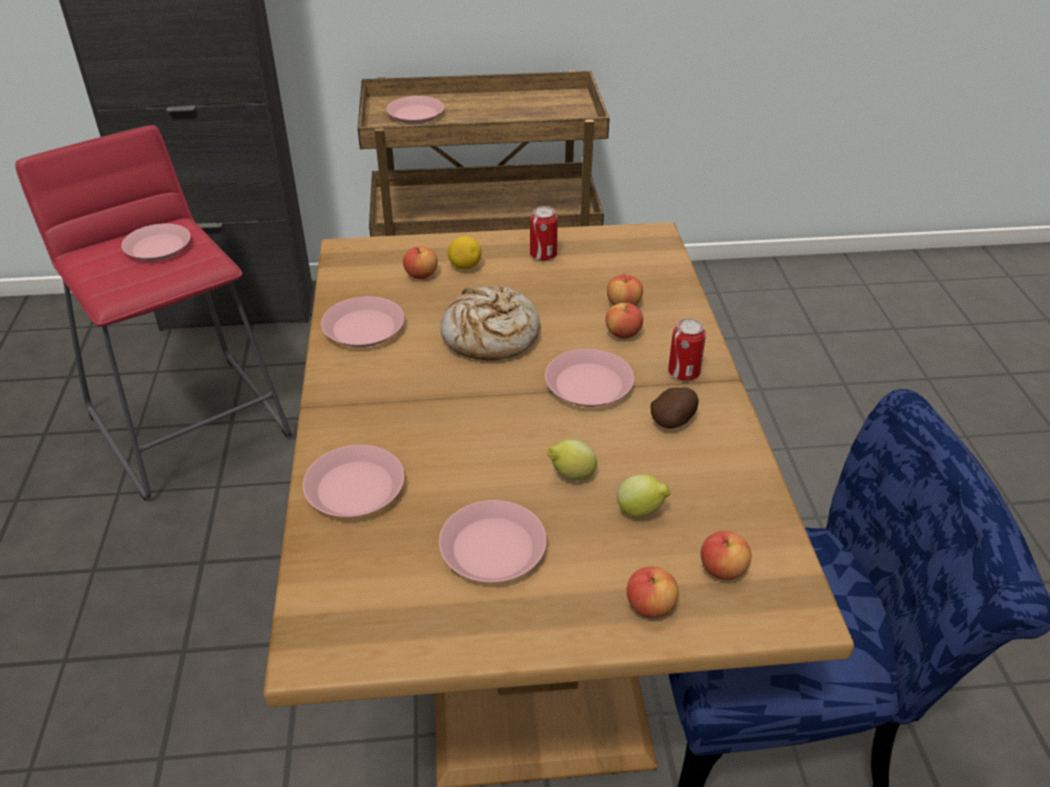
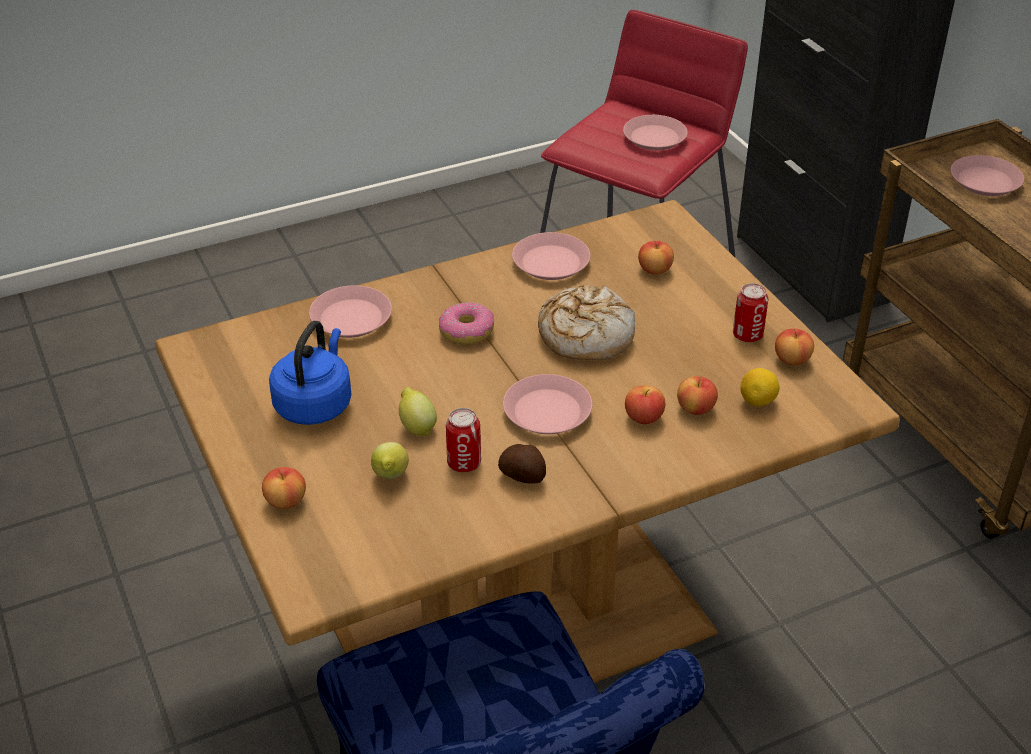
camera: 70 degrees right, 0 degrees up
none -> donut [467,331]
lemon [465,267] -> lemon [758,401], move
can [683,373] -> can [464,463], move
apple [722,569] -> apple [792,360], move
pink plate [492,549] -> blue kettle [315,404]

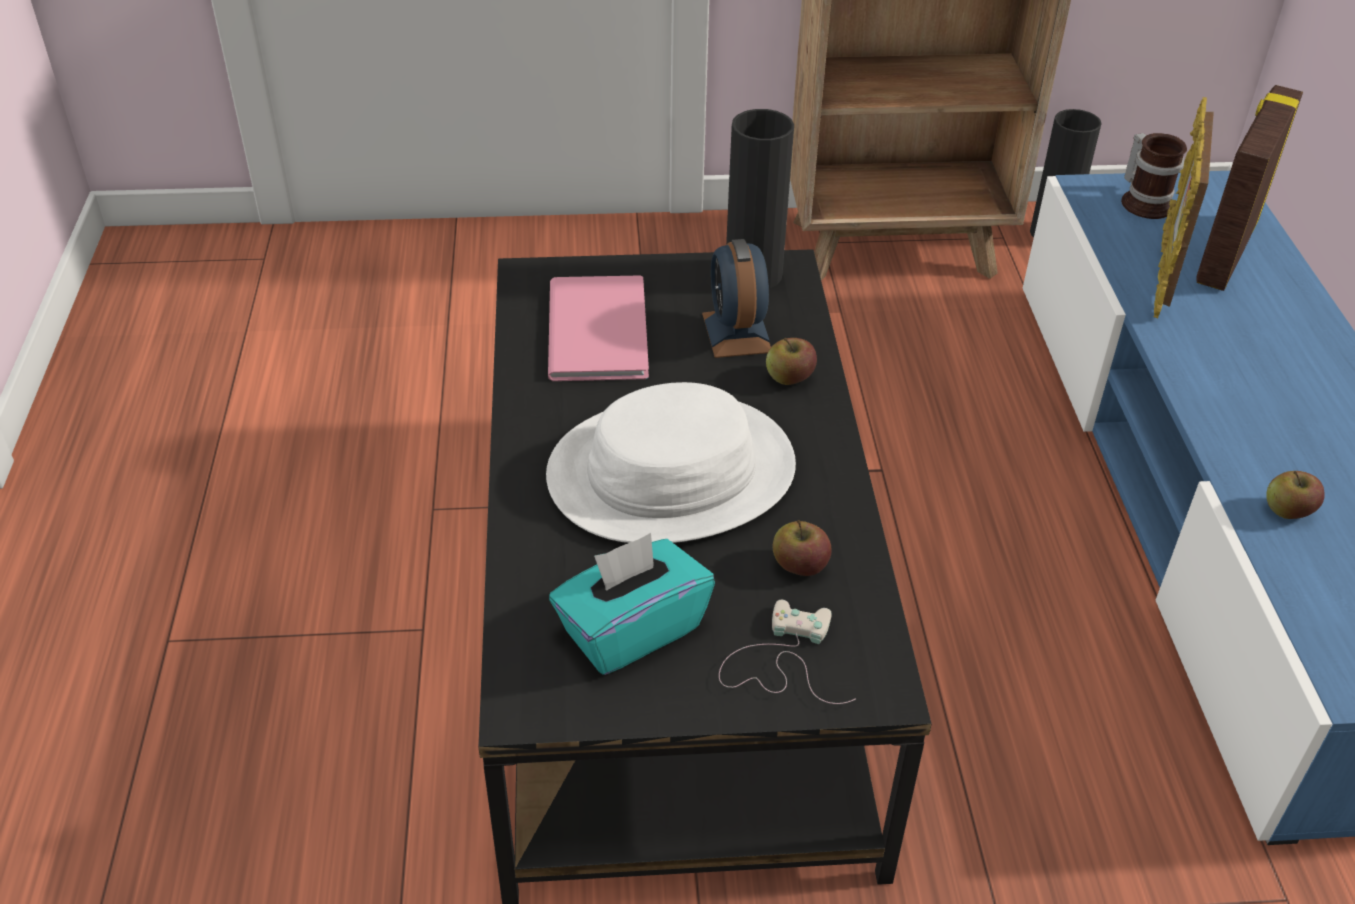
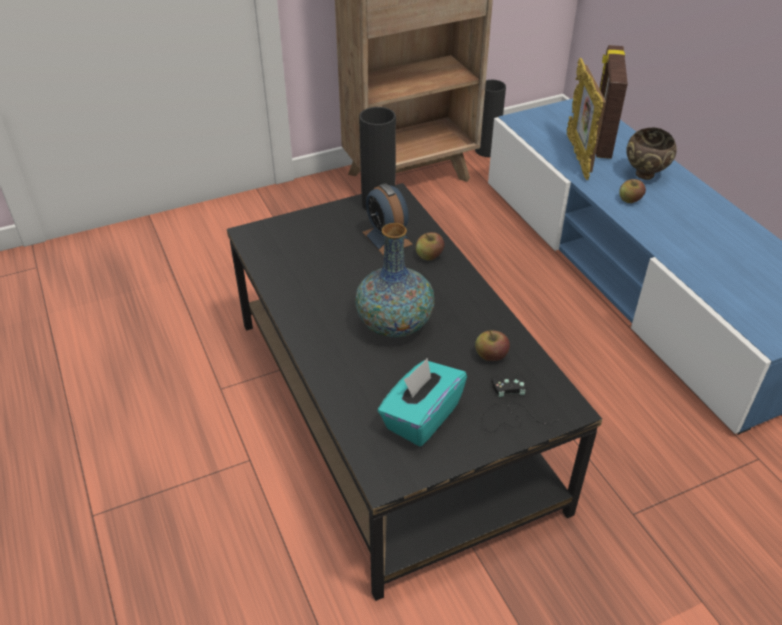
camera: 20 degrees left, 0 degrees up
pink book [602,328] -> none
mug [1146,201] -> none
none -> brown bowl [644,175]
apple [1288,511] -> apple [630,200], move
white hat [671,473] -> vase [395,325]
white game controller [781,660] -> black game controller [509,409]

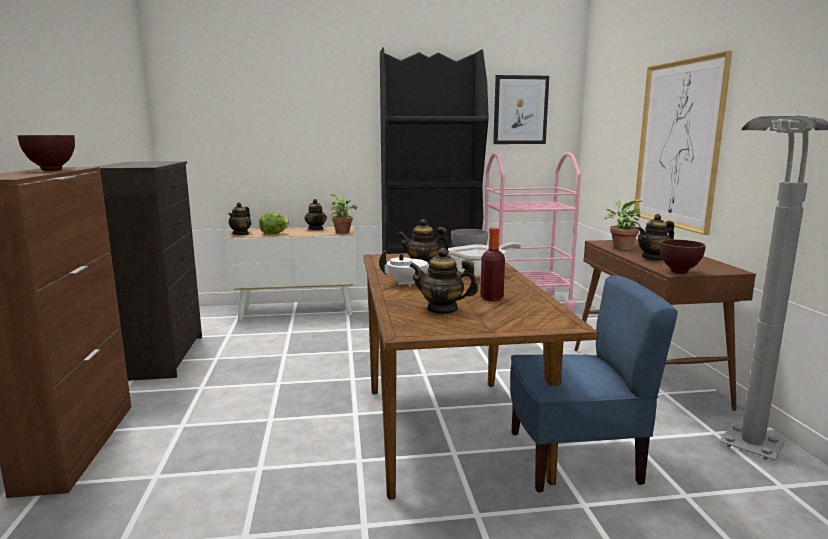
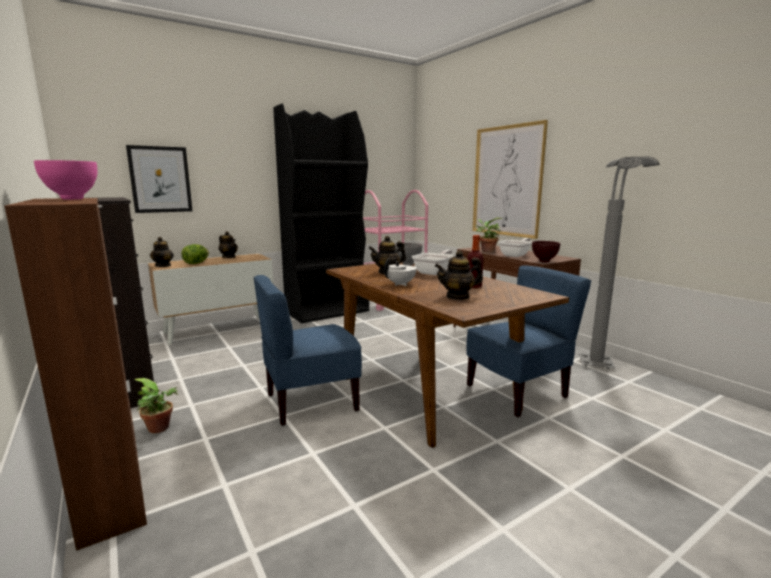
camera: 25 degrees left, 0 degrees up
none -> blue chair [311,402]
potted plant [344,232] -> potted plant [161,428], move
picture [520,110] -> picture [160,179], move
teapot [653,258] -> frying pan [516,255]
brown bowl [53,170] -> pink bowl [74,199]

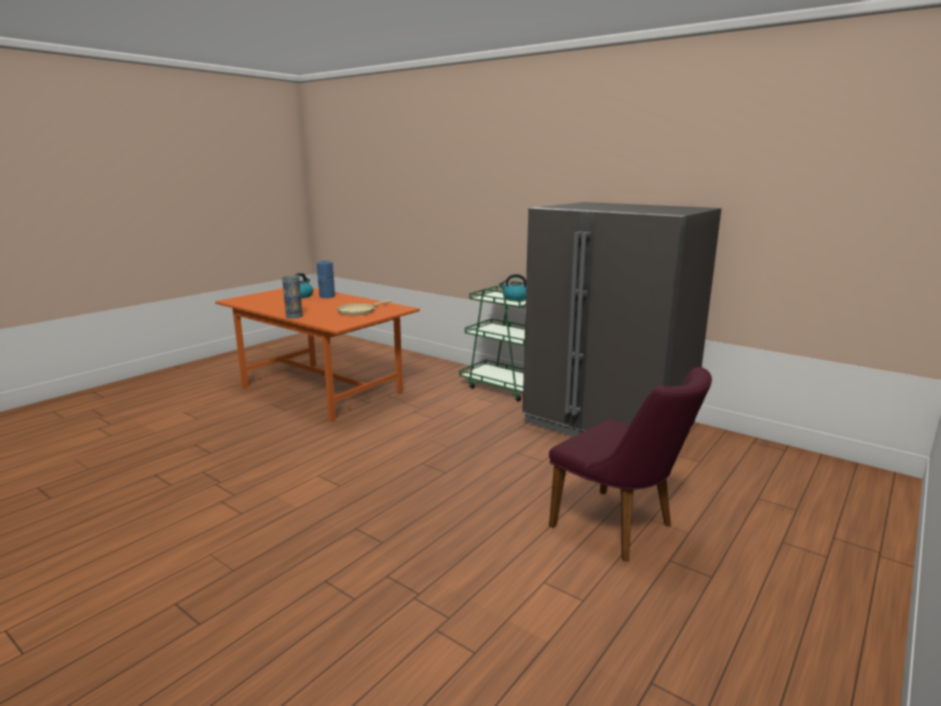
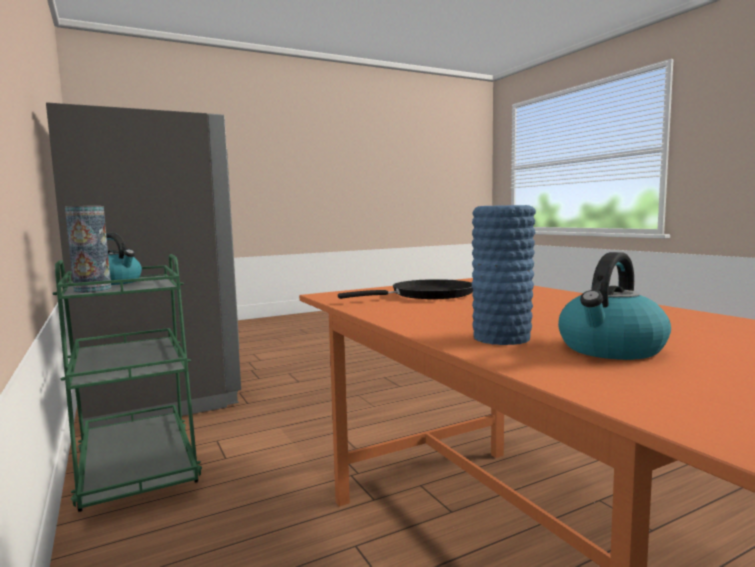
camera: 155 degrees left, 10 degrees down
purple chair [621,529] -> none
vase [294,316] -> vase [93,290], move
beige frying pan [358,311] -> black frying pan [427,295]

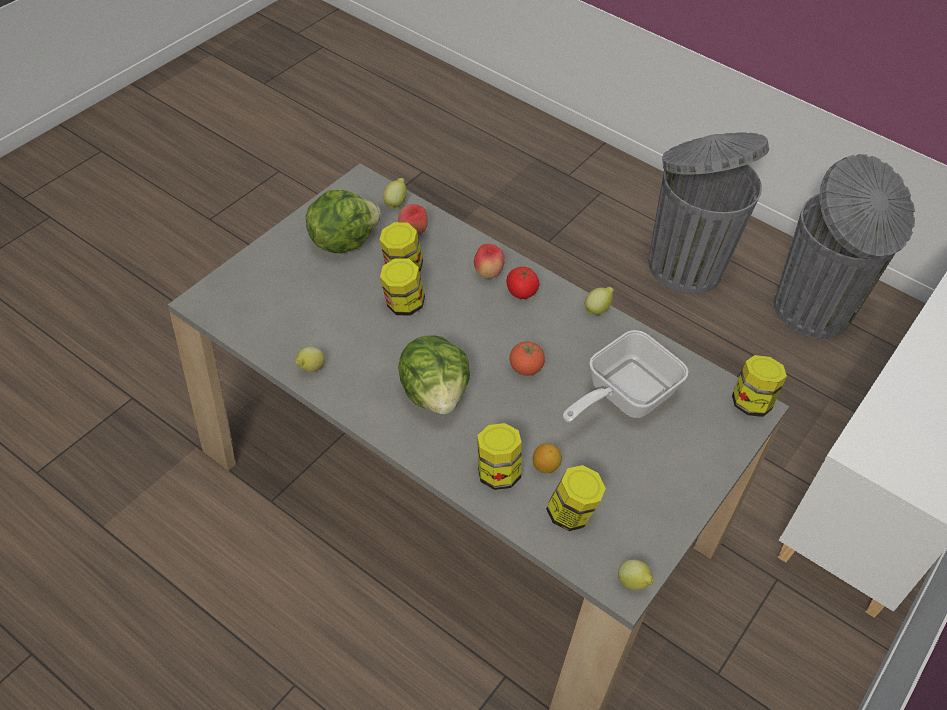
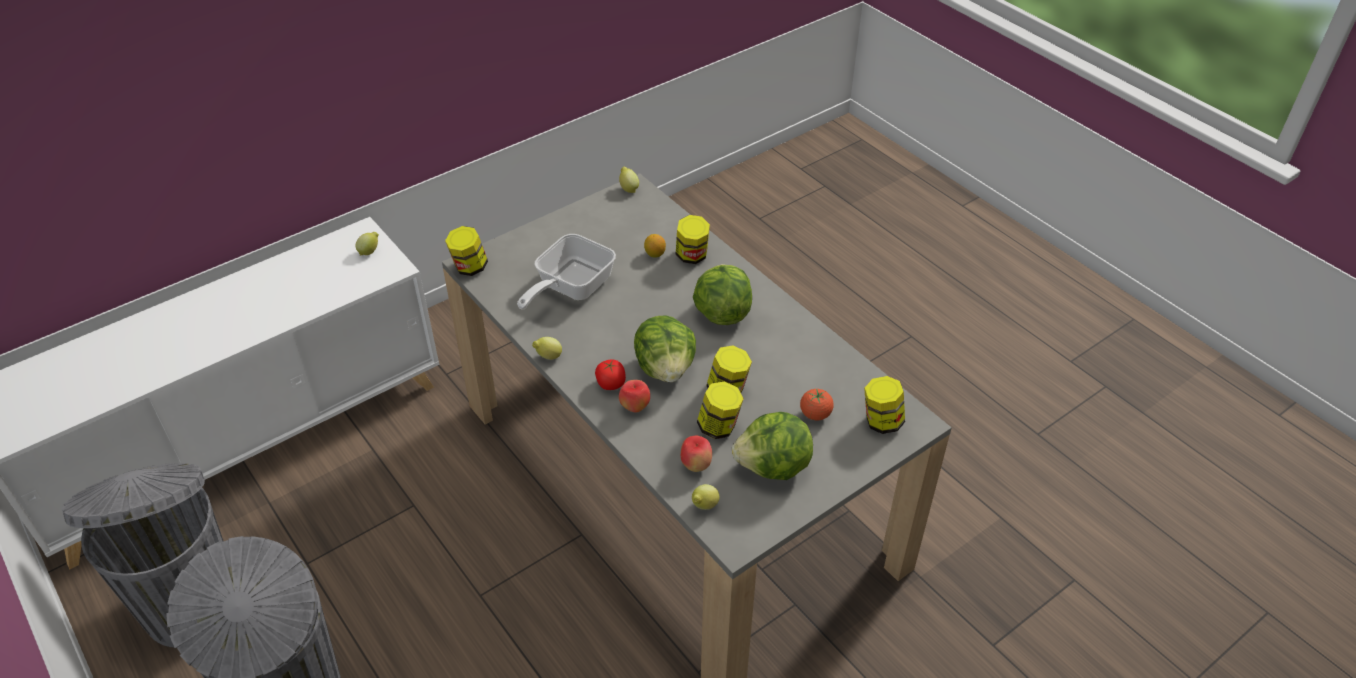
camera: 160 degrees left, 5 degrees down
none -> lettuce [665,368]
lemon [309,369] -> lemon [370,251], move
tomato [525,368] -> tomato [815,414], move
jar [571,514] -> jar [881,421], move
frying pan [622,396] -> frying pan [569,288], 150 degrees clockwise

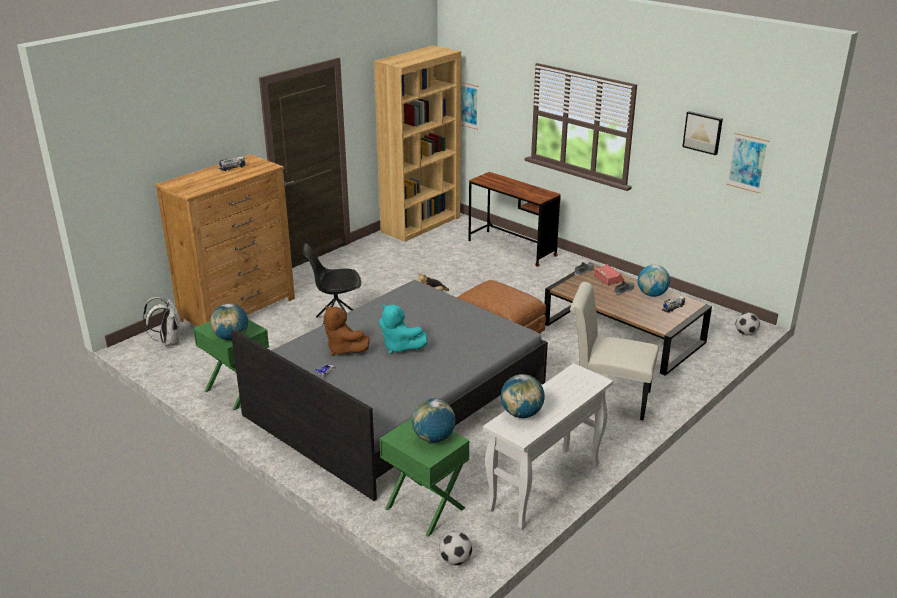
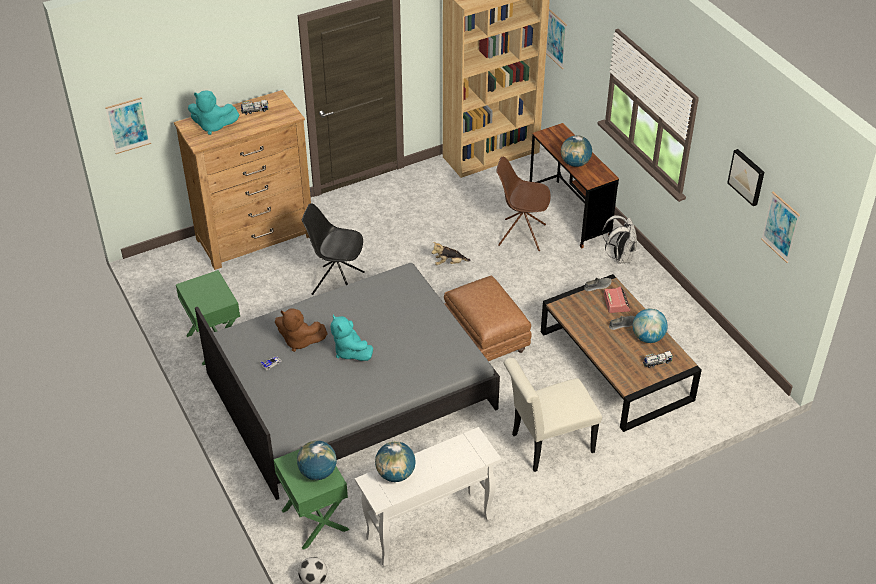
camera: 20 degrees right, 15 degrees up
football [745,333] -> none
none -> picture [128,125]
none -> turquoise plush toy [213,126]
none -> brown chair [521,234]
white backpack [168,342] -> white backpack [620,257], move
globe [231,337] -> globe [575,163], move
brown plush toy [344,349] -> brown plush toy [299,341], 45 degrees counterclockwise
white chair [607,398] -> white chair [547,445], 60 degrees counterclockwise

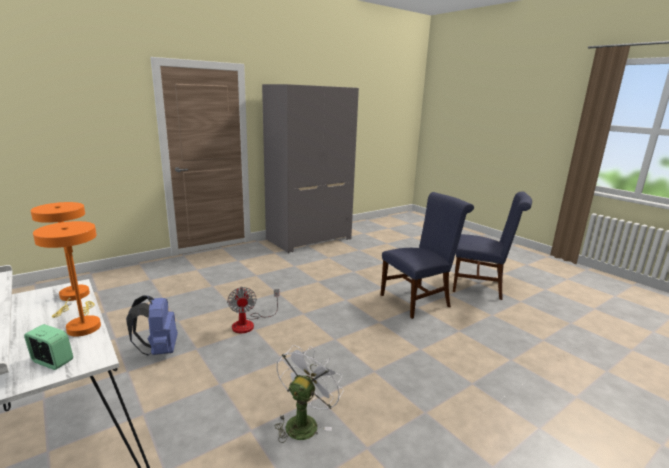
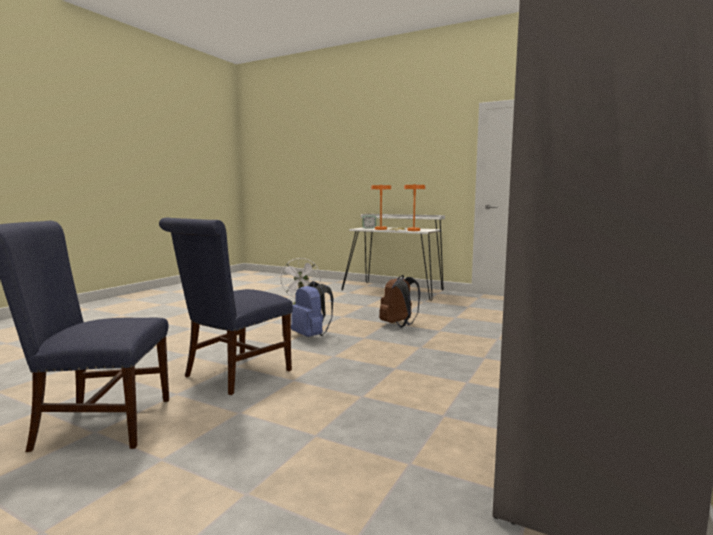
camera: 155 degrees right, 10 degrees down
blue backpack [159,350] -> blue backpack [311,336], move
fan [249,323] -> brown backpack [399,325]

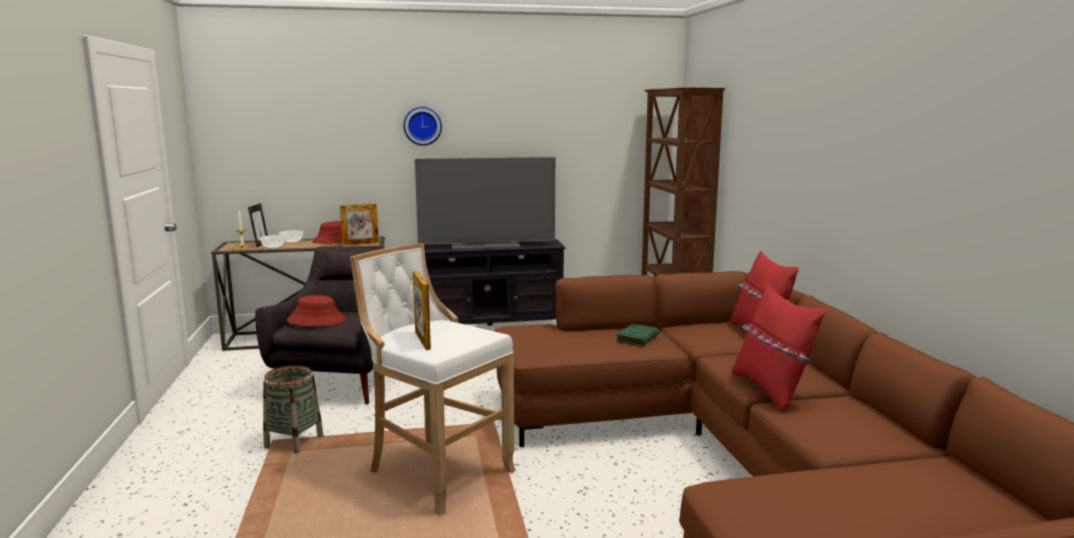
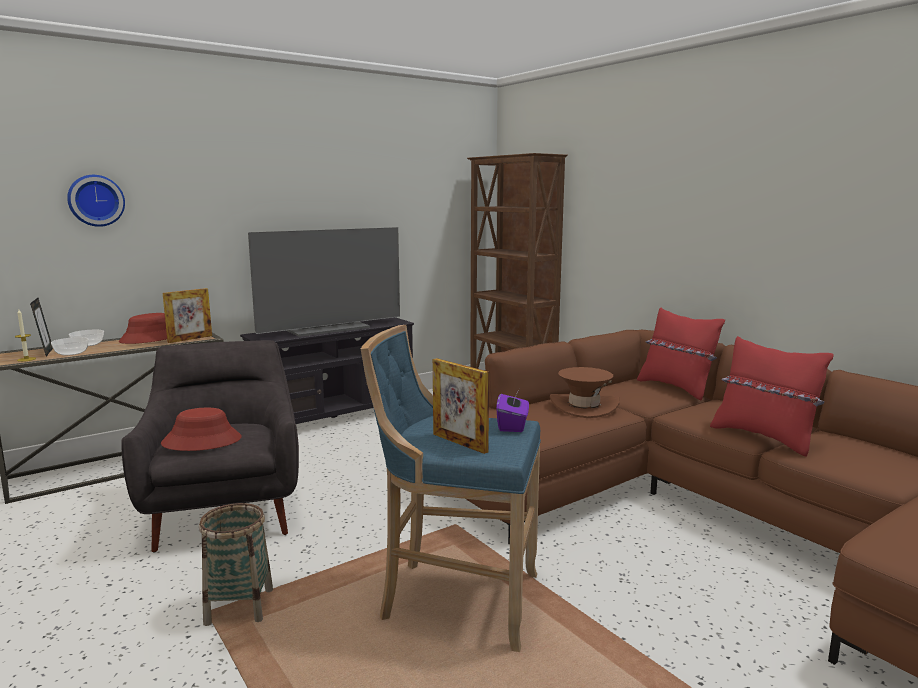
camera: 25 degrees left, 0 degrees up
none -> purple tissue box [512,425]
wall clock [422,126] -> wall clock [96,200], move
green book [637,338] -> brown hat [584,406]
white stool [435,472] -> blue stool [455,599]

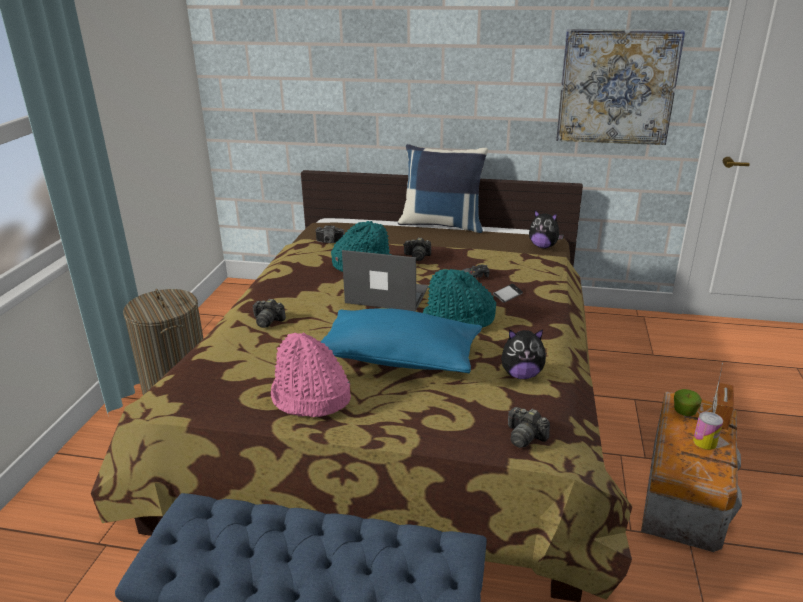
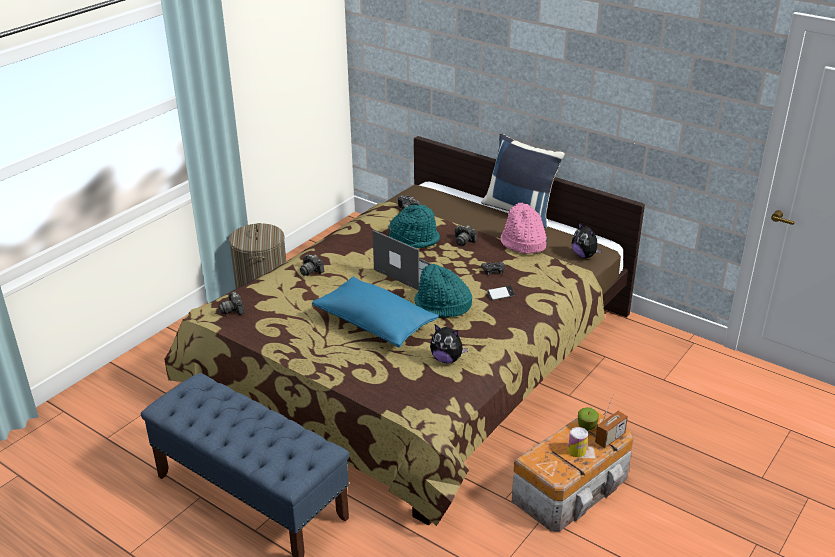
camera: 25 degrees right, 5 degrees up
picture [616,87] -> none
pink hat [310,398] -> pink hat [522,243], move
photo camera [525,436] -> photo camera [233,310], move

